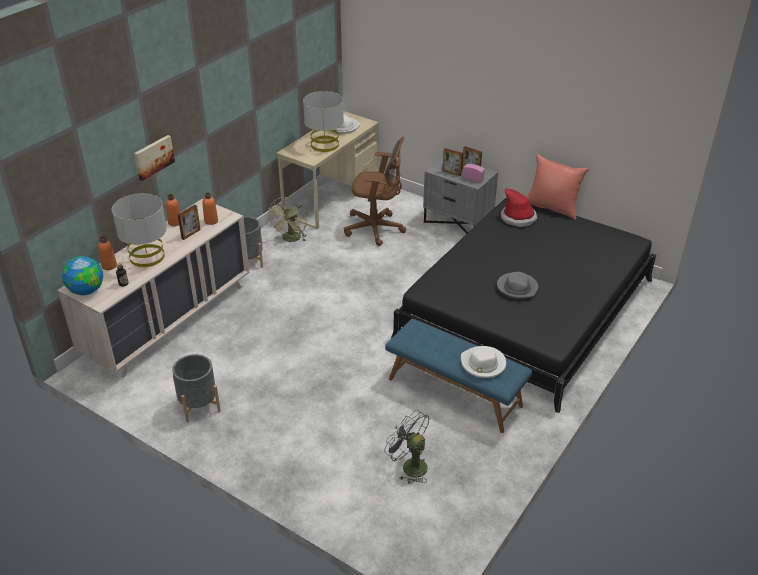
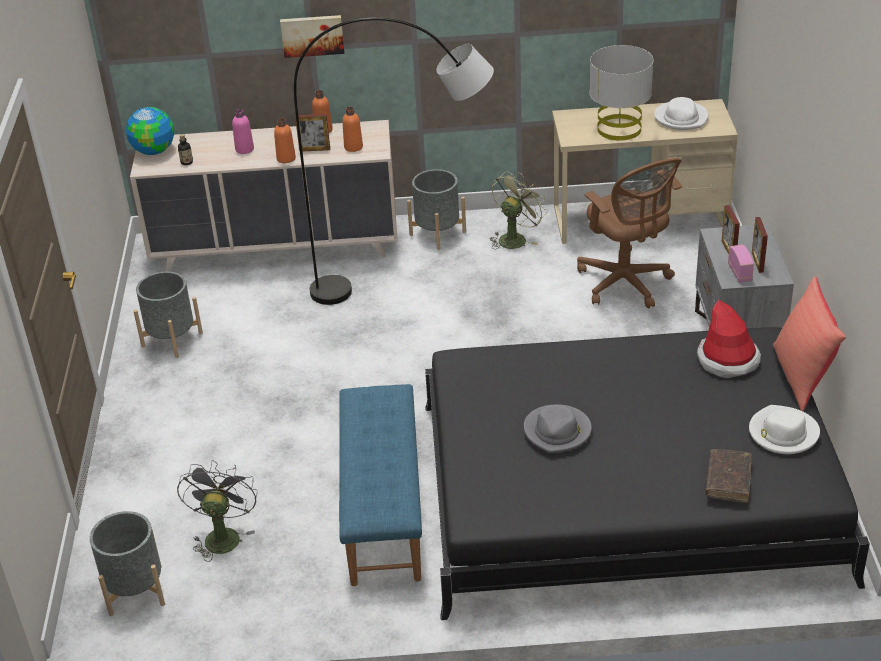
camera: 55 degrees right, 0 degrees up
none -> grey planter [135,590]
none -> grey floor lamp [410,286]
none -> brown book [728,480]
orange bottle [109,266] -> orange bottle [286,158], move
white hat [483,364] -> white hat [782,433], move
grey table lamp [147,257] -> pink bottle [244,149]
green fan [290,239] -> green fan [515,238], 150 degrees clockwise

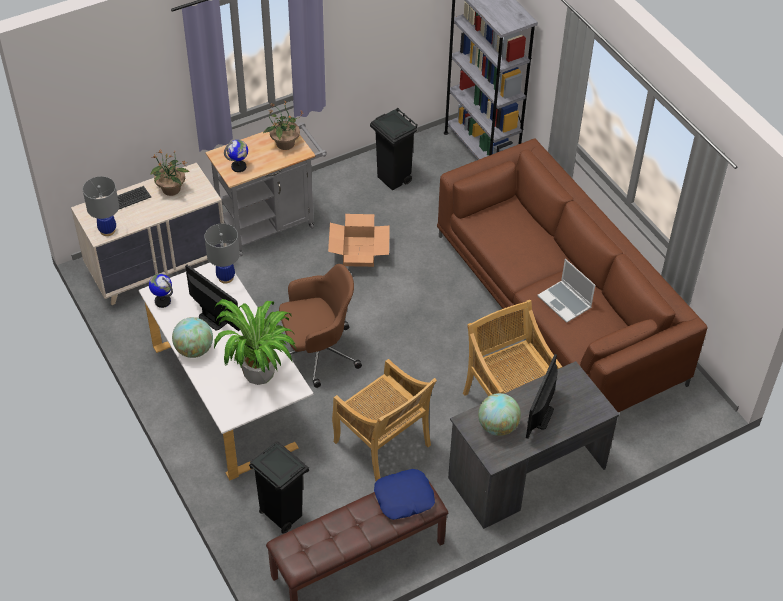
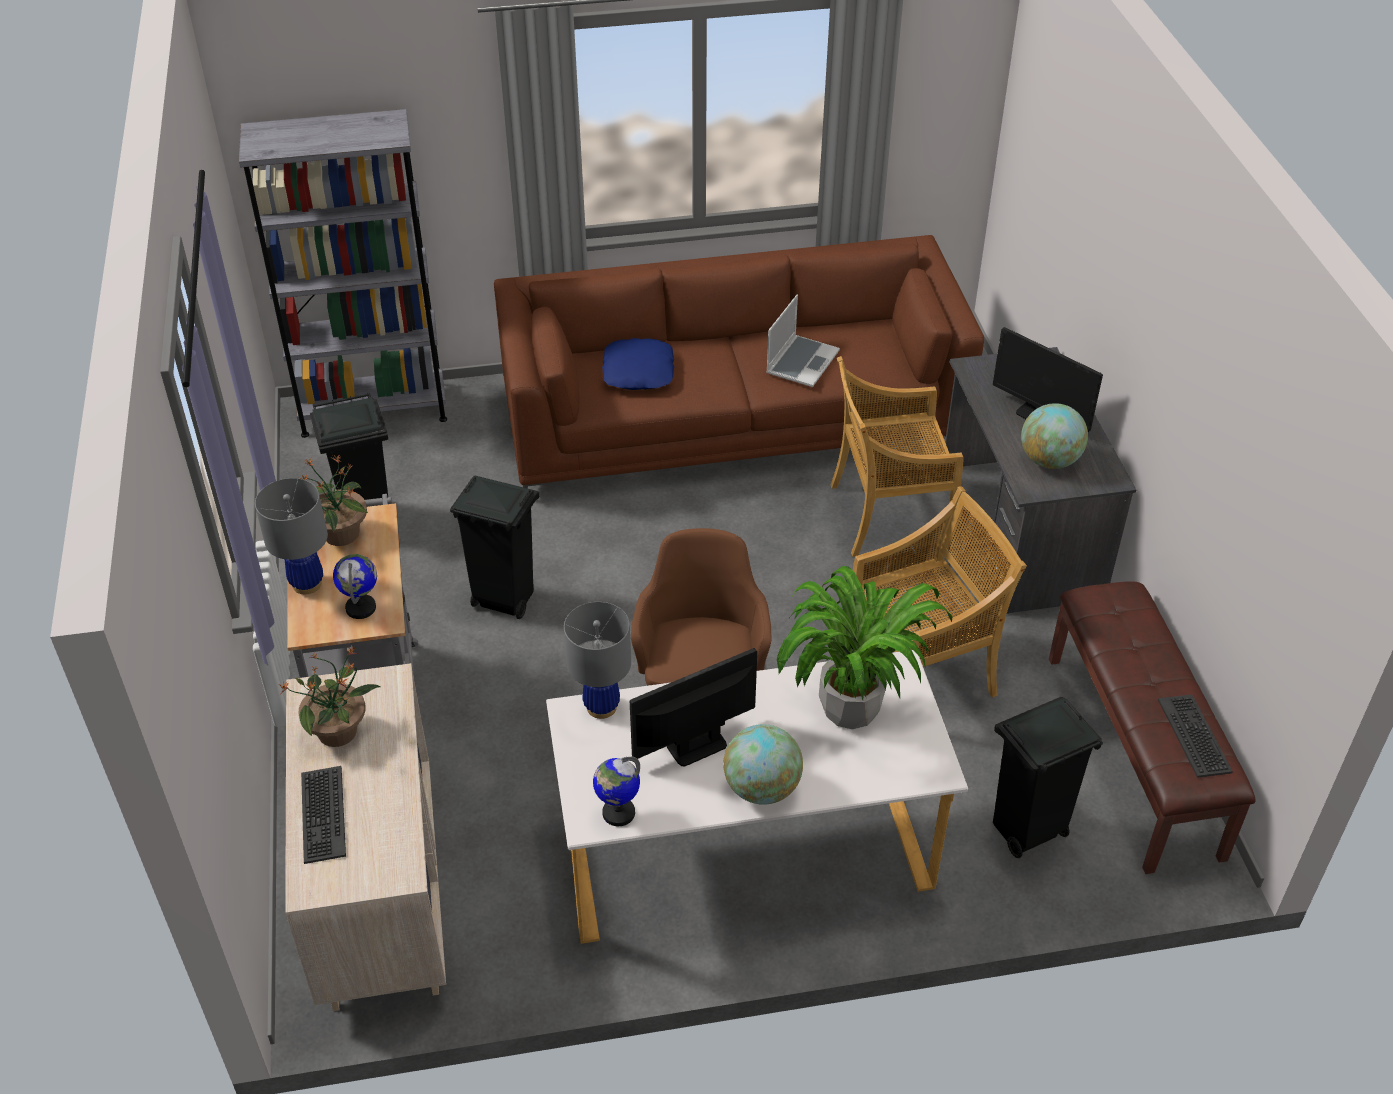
camera: 70 degrees left, 5 degrees down
none -> keyboard [1195,736]
grey table lamp [107,230] -> grey table lamp [307,584], move
blue pillow [404,498] -> blue pillow [639,372], move
cardboard box [359,251] -> black trash can [503,600]
laptop [565,302] -> laptop [802,362], 45 degrees counterclockwise

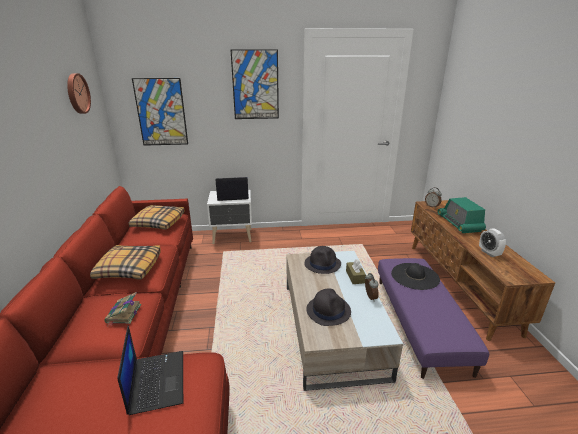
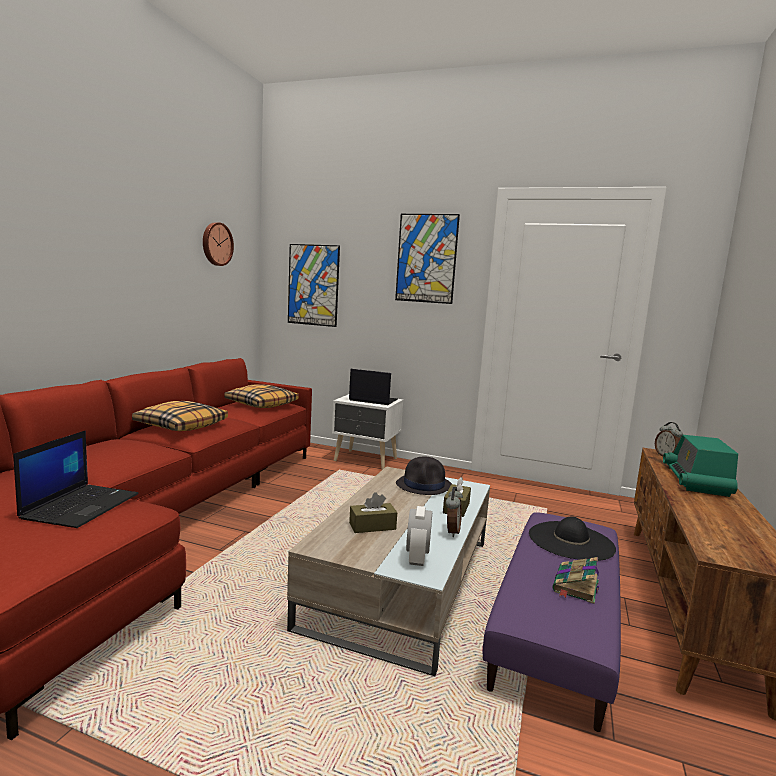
camera: 25 degrees right, 15 degrees down
book [123,314] -> book [575,587], move
alarm clock [489,253] -> alarm clock [417,558], move
black hat [328,310] -> brown tissue box [372,526]

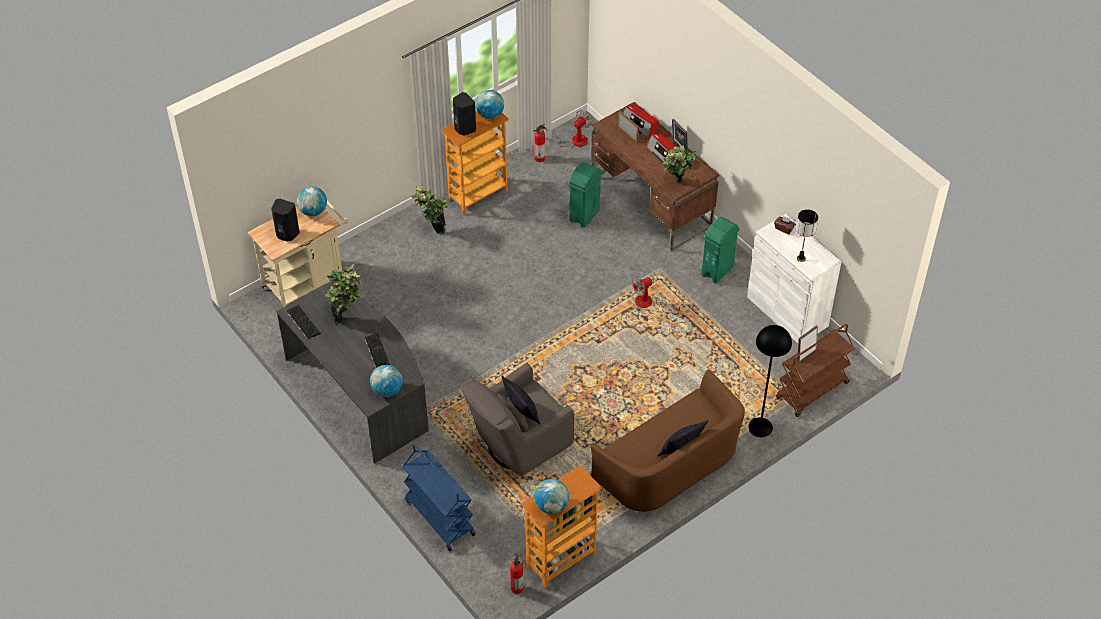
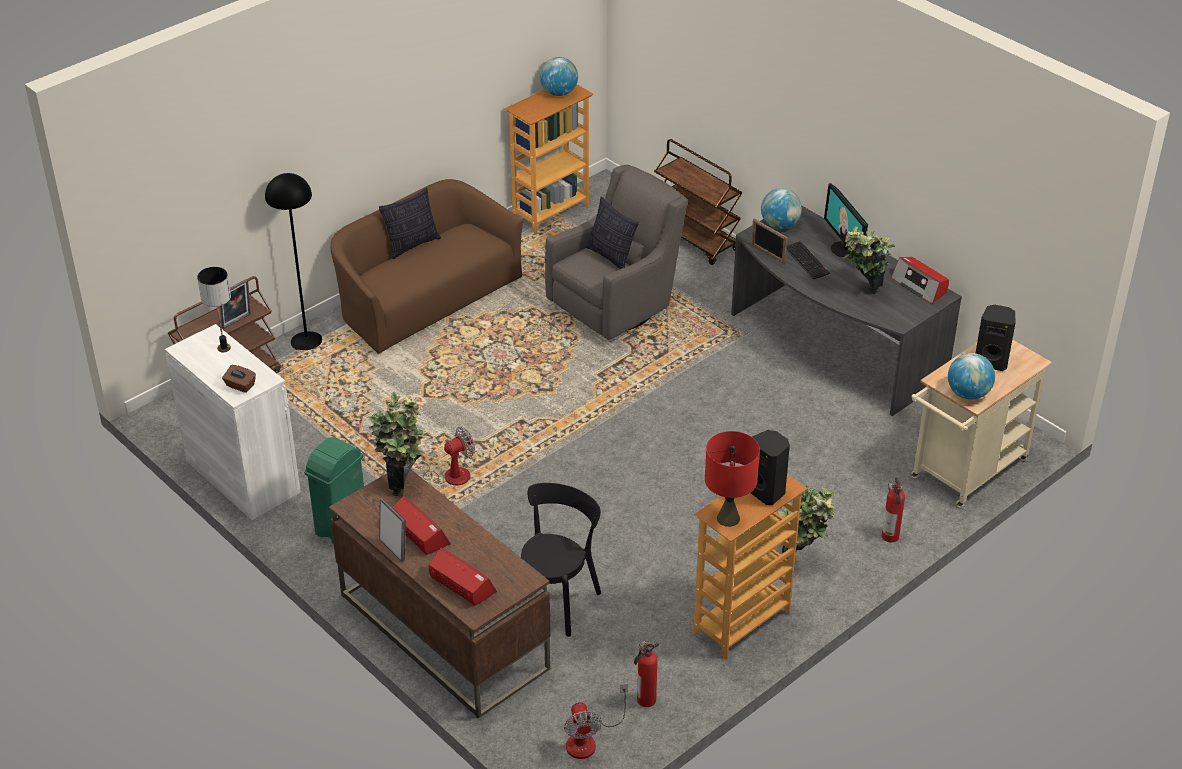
camera: 175 degrees right, 10 degrees down
none -> monitor [843,249]
fire extinguisher [517,587] -> fire extinguisher [890,537], move
picture frame [628,134] -> picture frame [767,254], move
keyboard [302,322] -> radio [920,286]
globe [490,115] -> red table lamp [728,518]
green trash can [584,216] -> black chair [557,599]
blue cart [439,517] -> brown cart [695,240]
fan [573,141] -> fan [588,739], 45 degrees counterclockwise

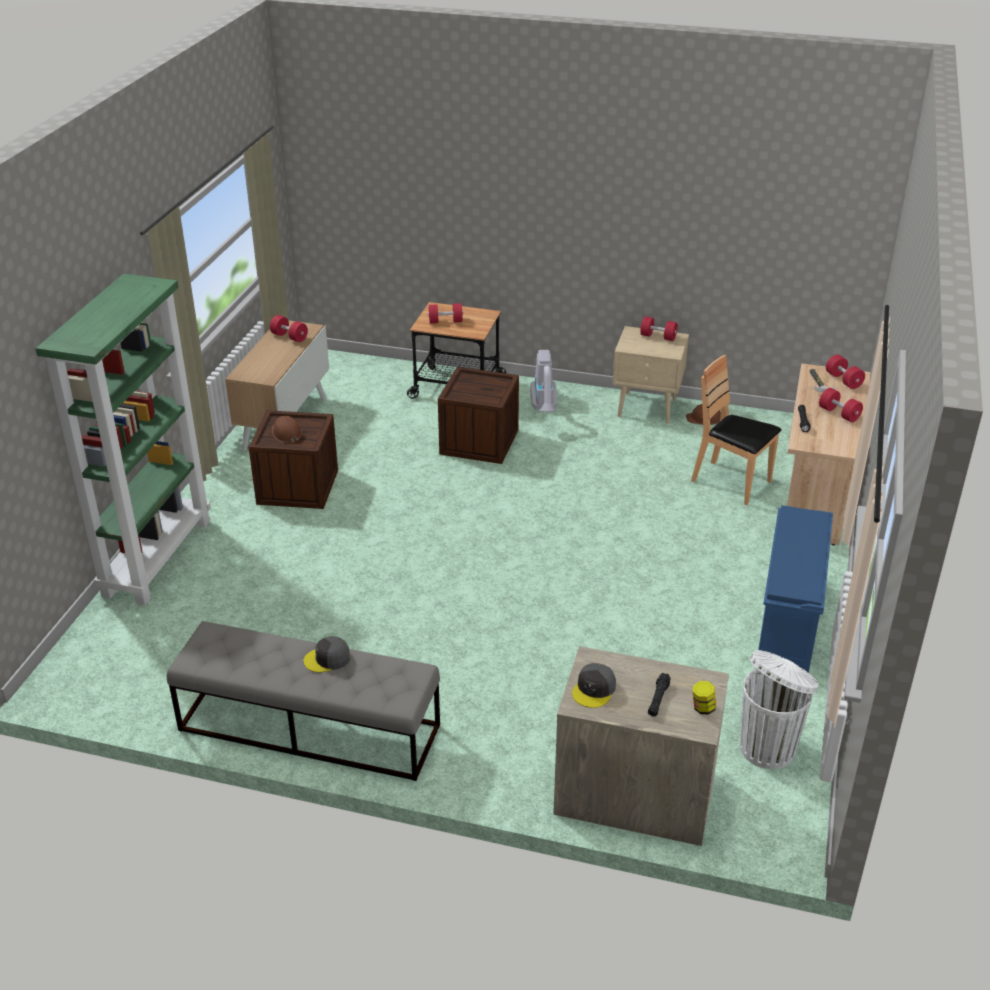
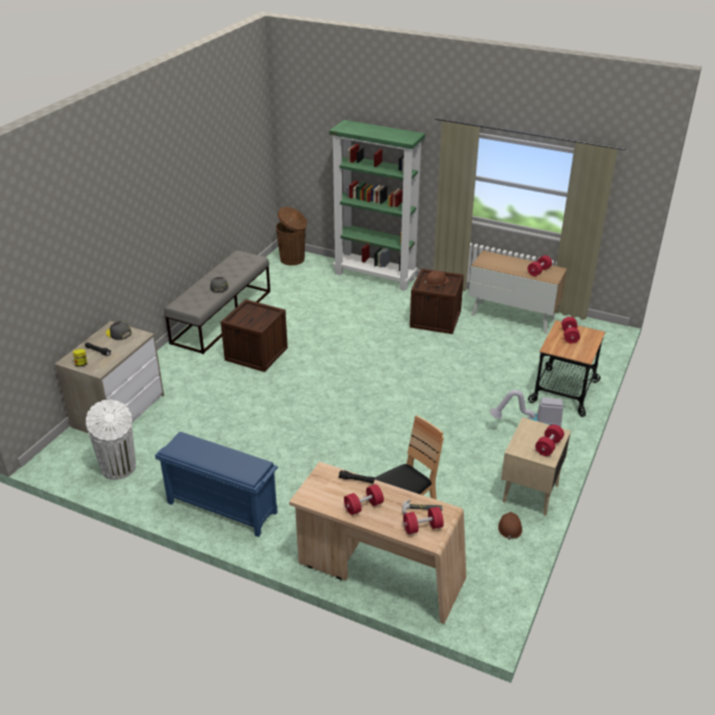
camera: 100 degrees right, 0 degrees up
none -> brown trash can [293,259]
crate [479,442] -> crate [256,354], move

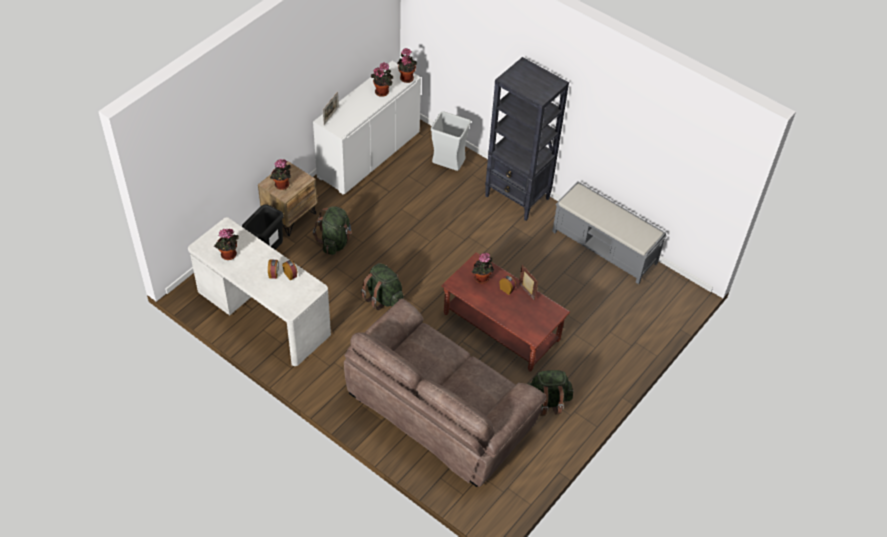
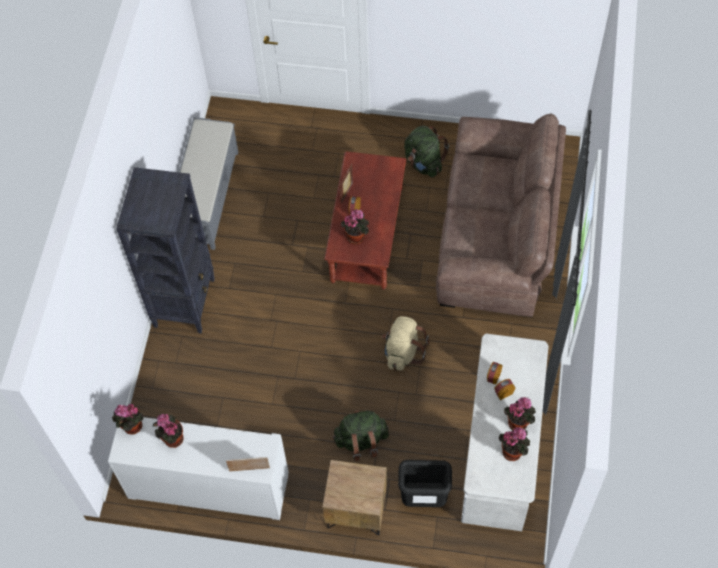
camera: 115 degrees left, 10 degrees up
grey trash can [448,167] -> none
potted plant [282,186] -> potted plant [519,422], move
green backpack [383,298] -> beige backpack [403,352]

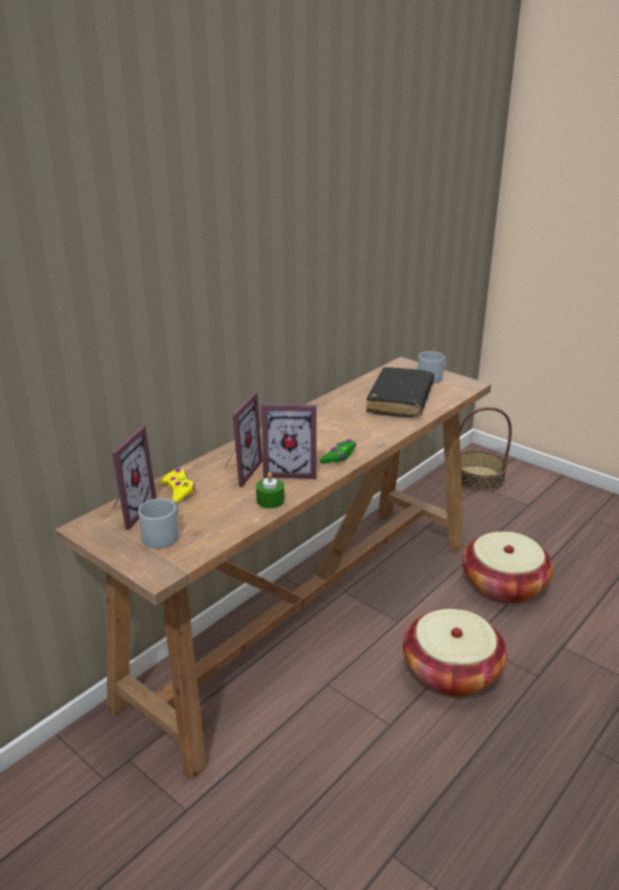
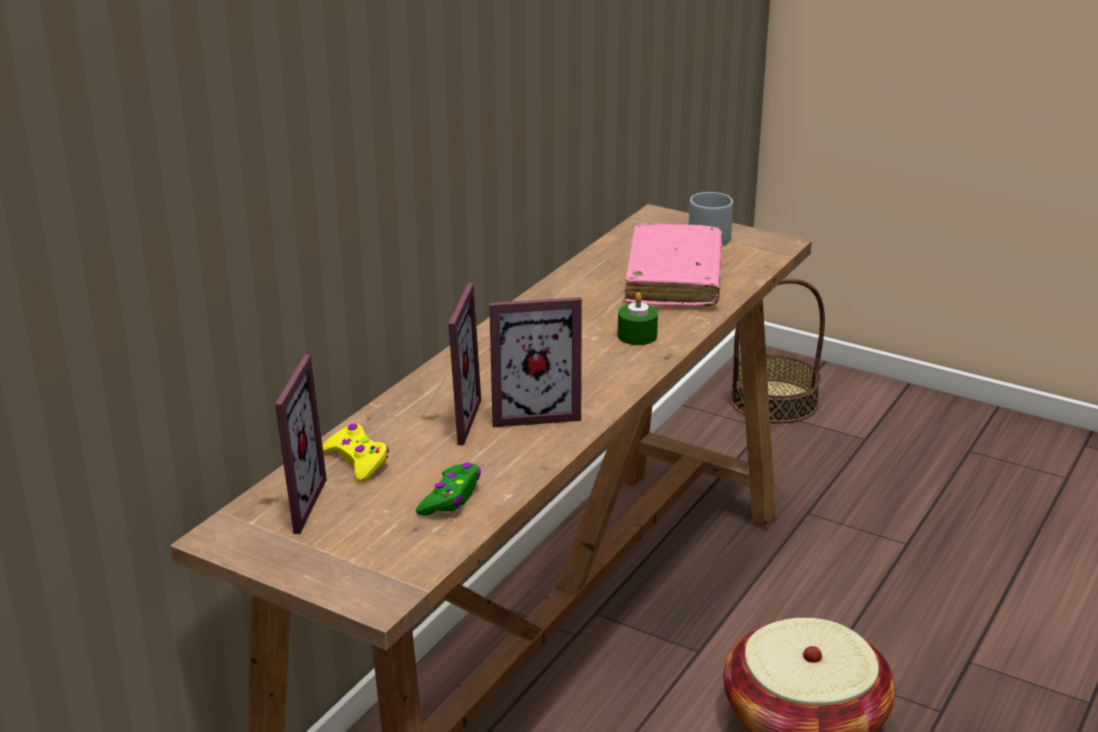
camera: 10 degrees left, 0 degrees up
grey mug [163,534] -> none
basket [504,585] -> none
green candle [270,500] -> green candle [637,335], move
green game controller [339,456] -> green game controller [451,498], move
black book [400,401] -> pink book [674,280]

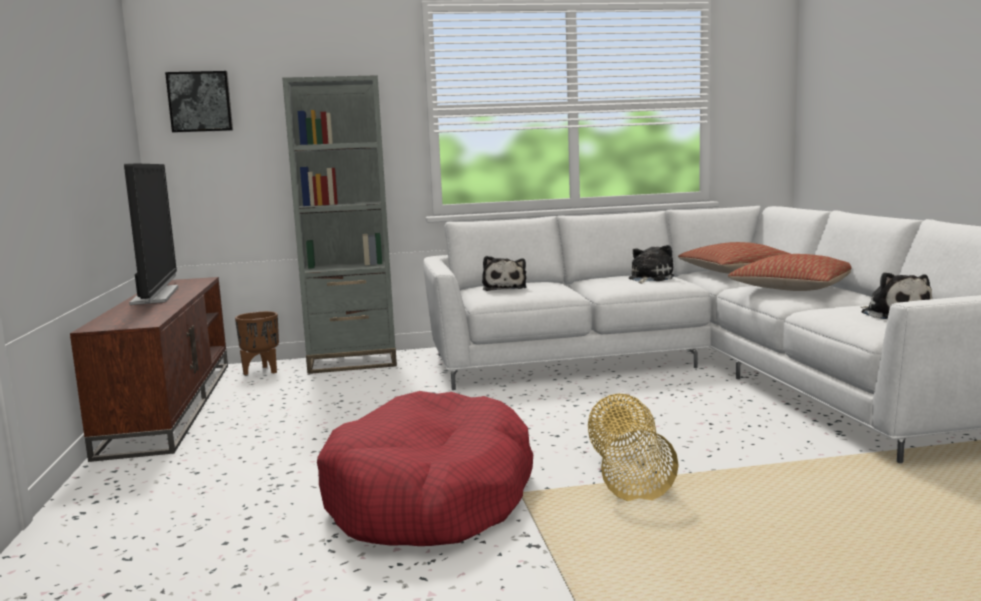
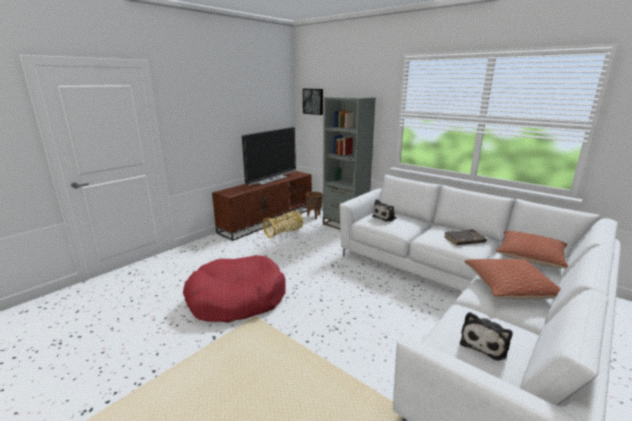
camera: 50 degrees right, 10 degrees up
basket [628,474] -> basket [284,232], move
plush toy [649,278] -> brown book [464,239]

